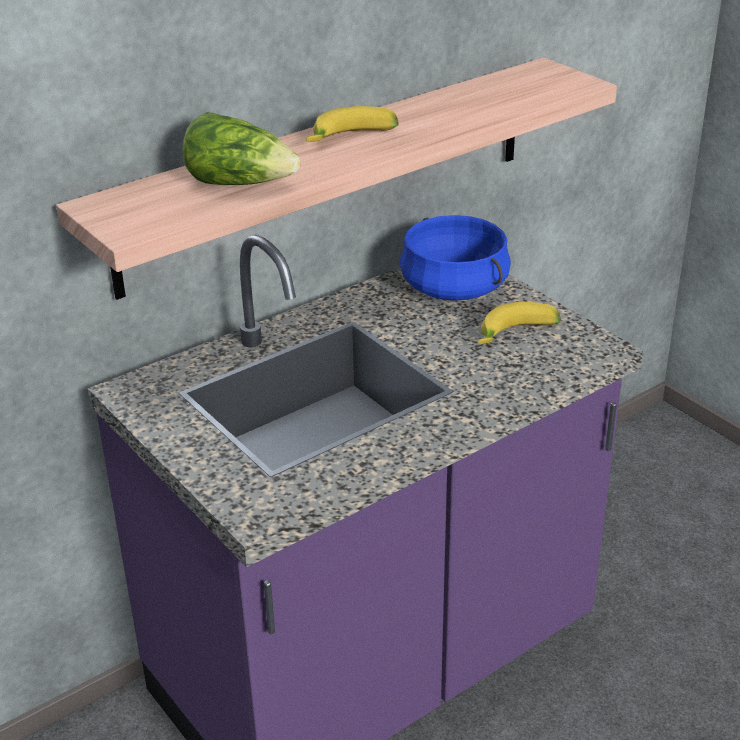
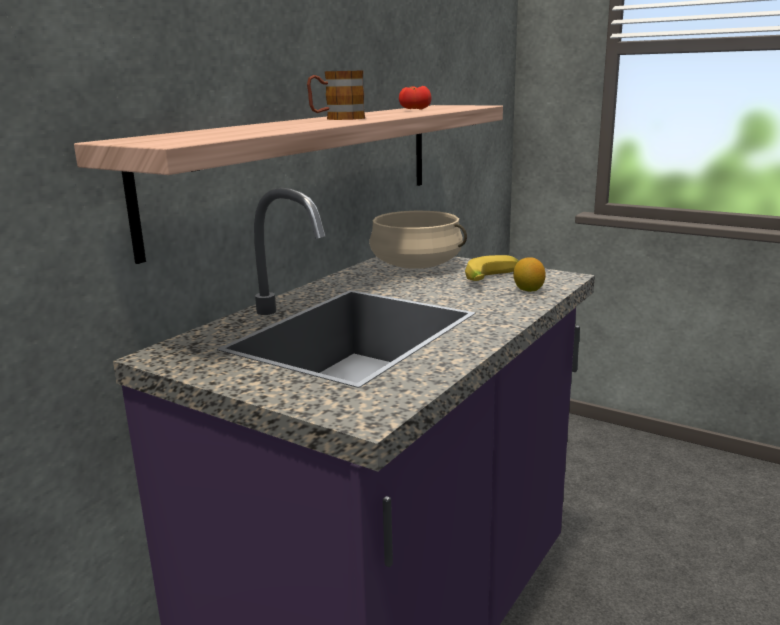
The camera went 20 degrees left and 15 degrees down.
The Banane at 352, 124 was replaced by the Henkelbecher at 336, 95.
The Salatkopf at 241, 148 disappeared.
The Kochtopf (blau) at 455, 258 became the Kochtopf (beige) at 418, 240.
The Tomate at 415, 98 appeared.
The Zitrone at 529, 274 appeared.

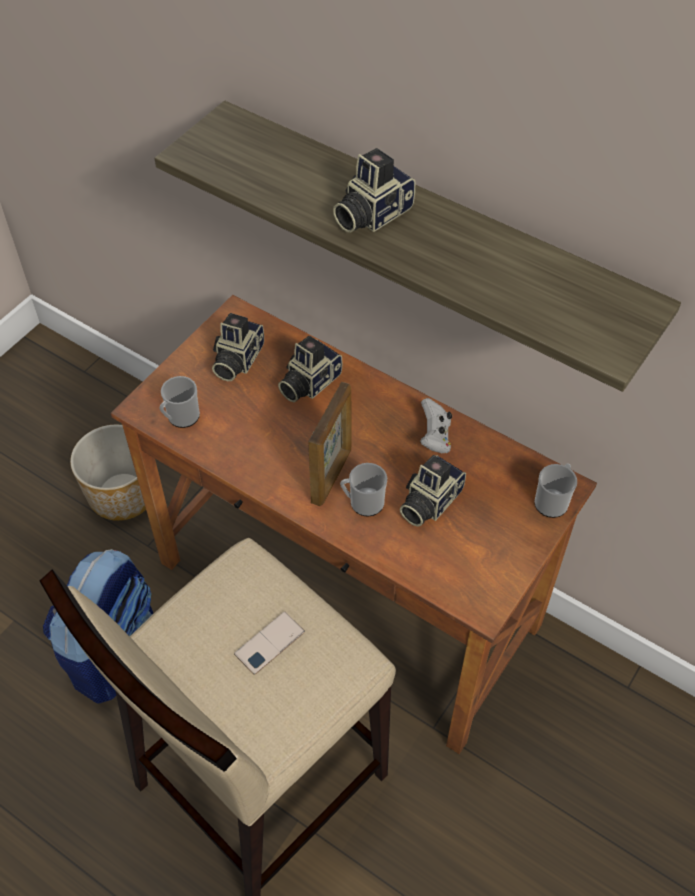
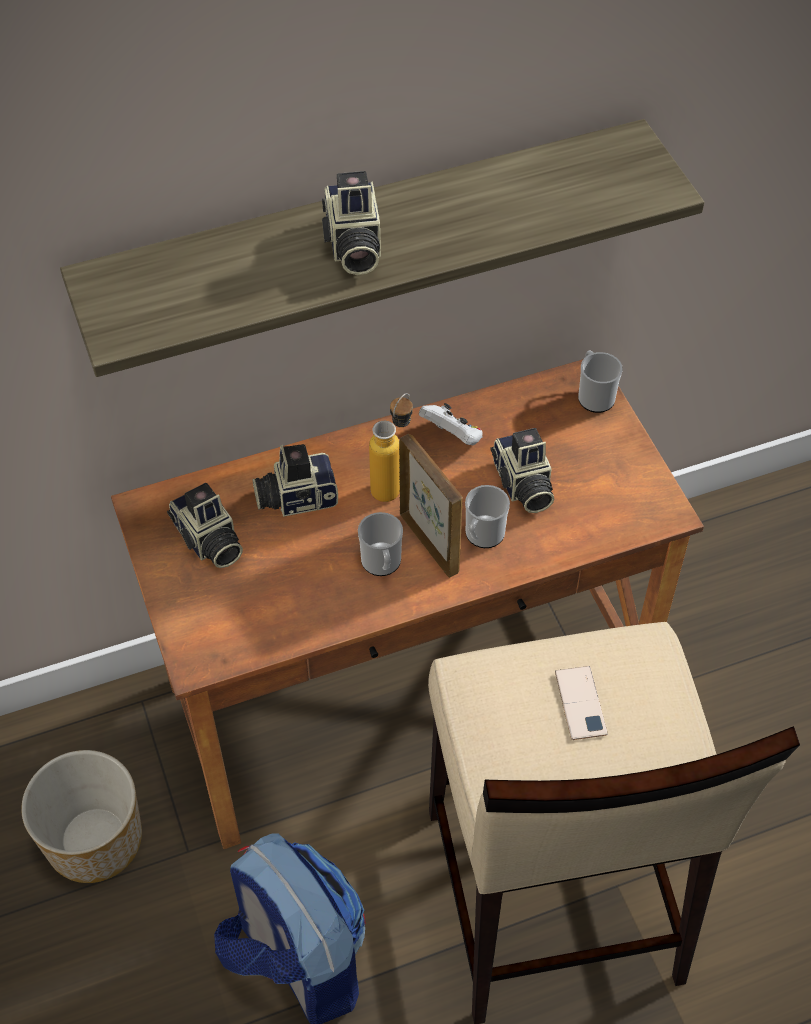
The camera went 55 degrees left and 0 degrees up.
The Kamera at 310, 369 turned 90 degrees clockwise.
The Henkelbecher moved from 179, 402 to 380, 544.
The Flasche at 391, 447 appeared.

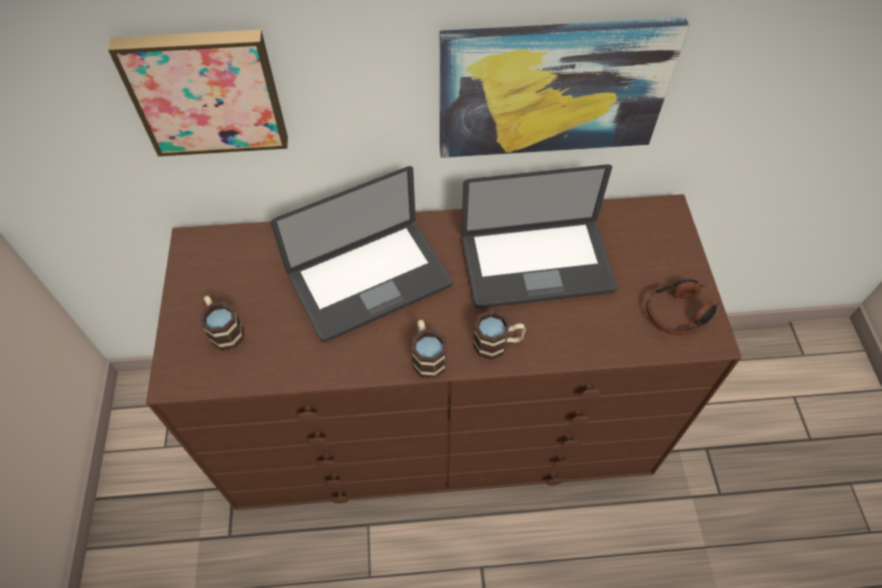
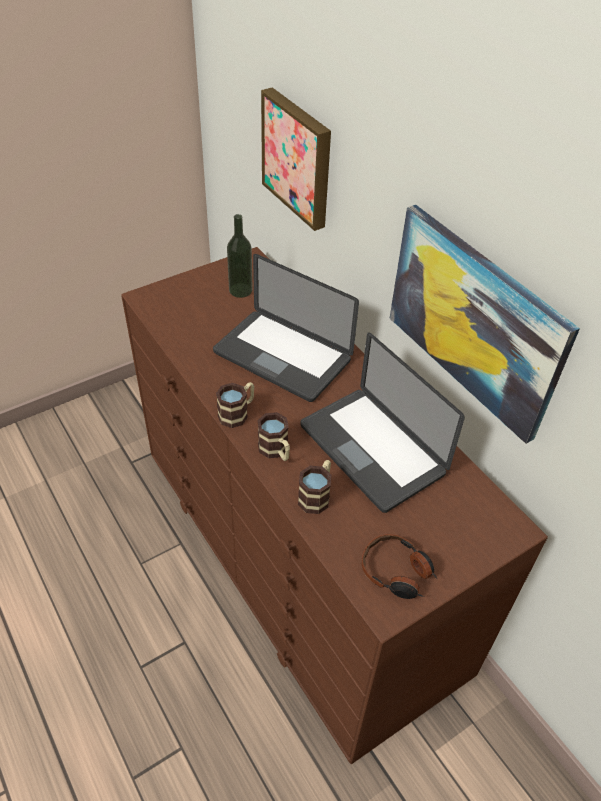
The camera went 60 degrees right and 10 degrees down.
The Henkelbecher moved from 222, 323 to 314, 487.
The Flasche at 240, 256 appeared.

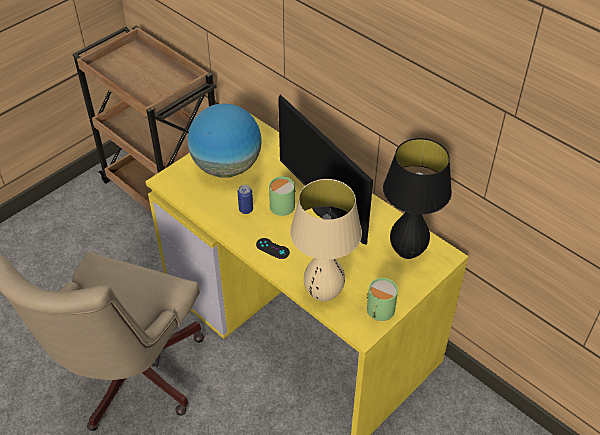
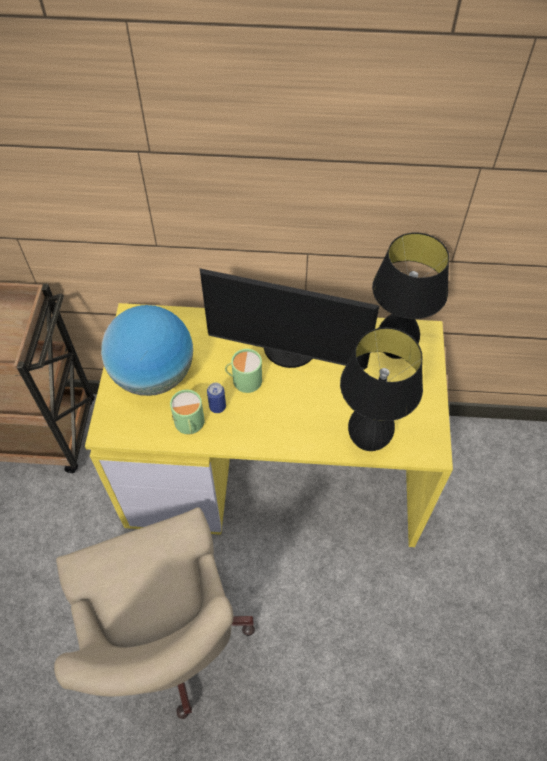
The camera went 40 degrees left and 10 degrees up.
The Tischlampe (beige) at 326, 240 became the Tischlampe (schwarz) at 381, 389.
The Gamepad (schwarz) at 273, 248 disappeared.
The Henkelbecher (grün) moved from 382, 299 to 187, 412.

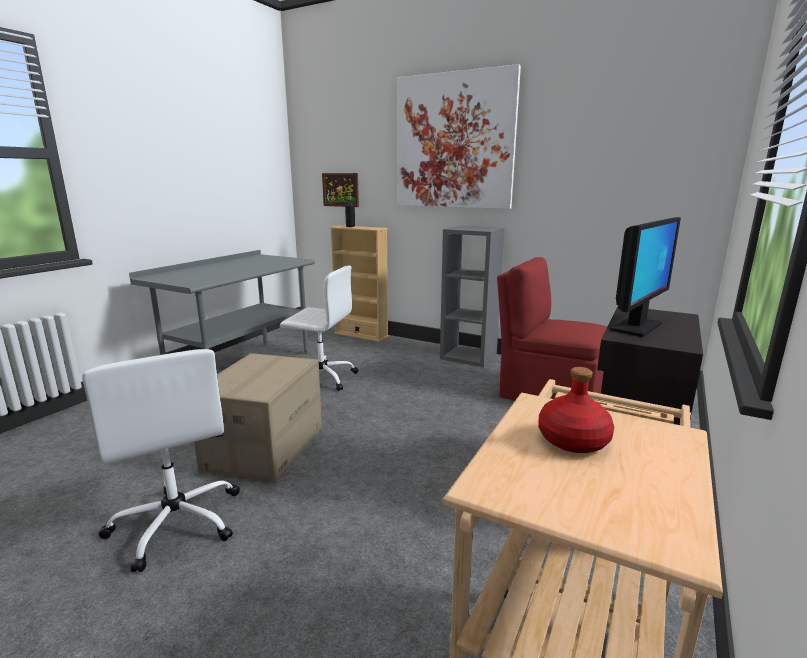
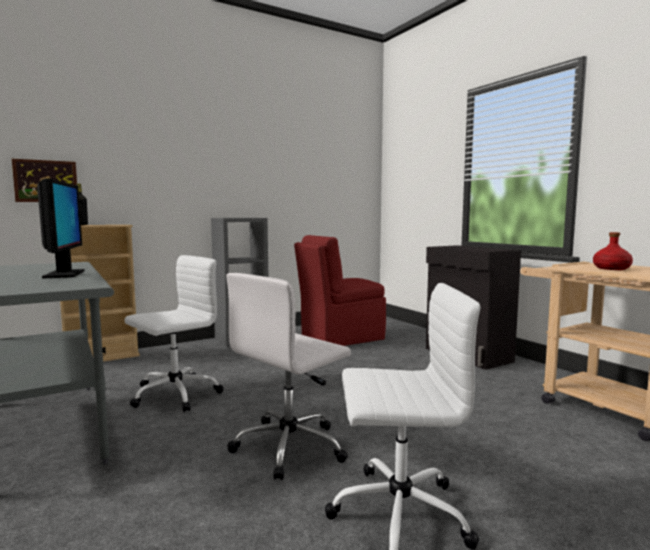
The camera went 60 degrees left and 10 degrees down.
The Bild at 459, 136 disappeared.
The Monitor moved from 645, 277 to 61, 228.
The Karton at 258, 418 was replaced by the Bürostuhl (weiß) at 288, 376.

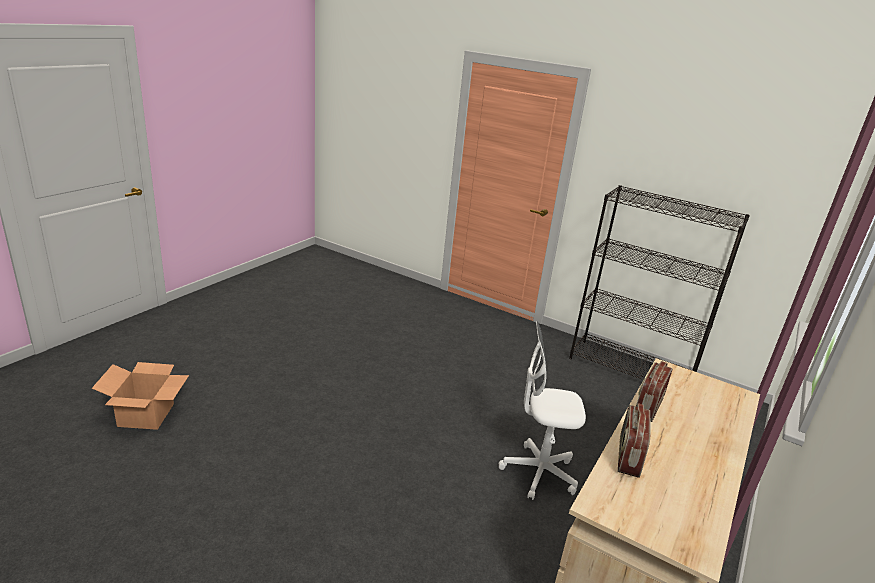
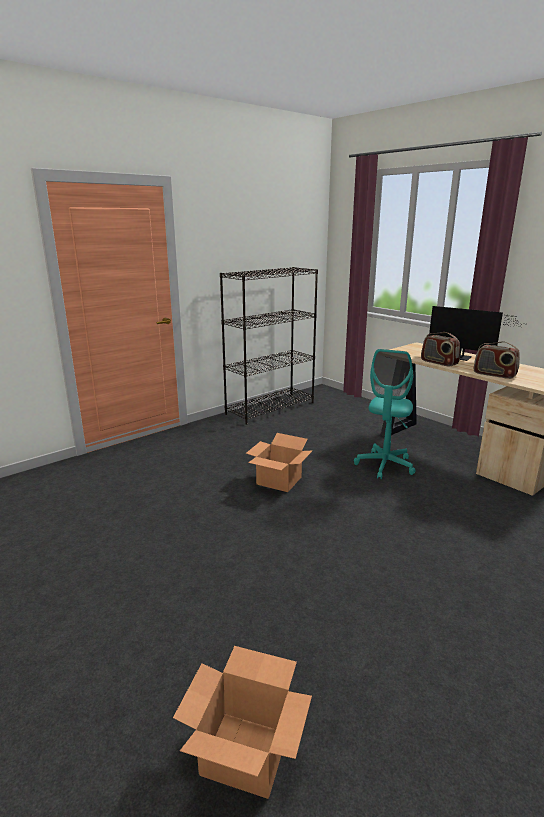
The camera went 70 degrees left and 5 degrees down.
The Bürostuhl (weiß) at 542, 410 became the Bürostuhl (türkis) at 384, 414.
The Monitor at 477, 333 appeared.
The Karton at 279, 462 appeared.

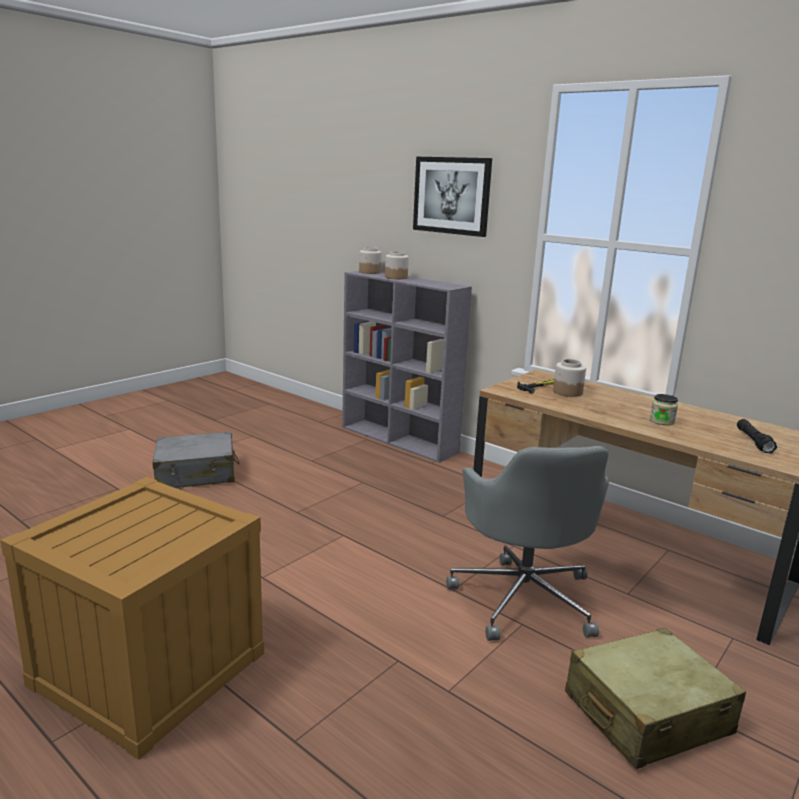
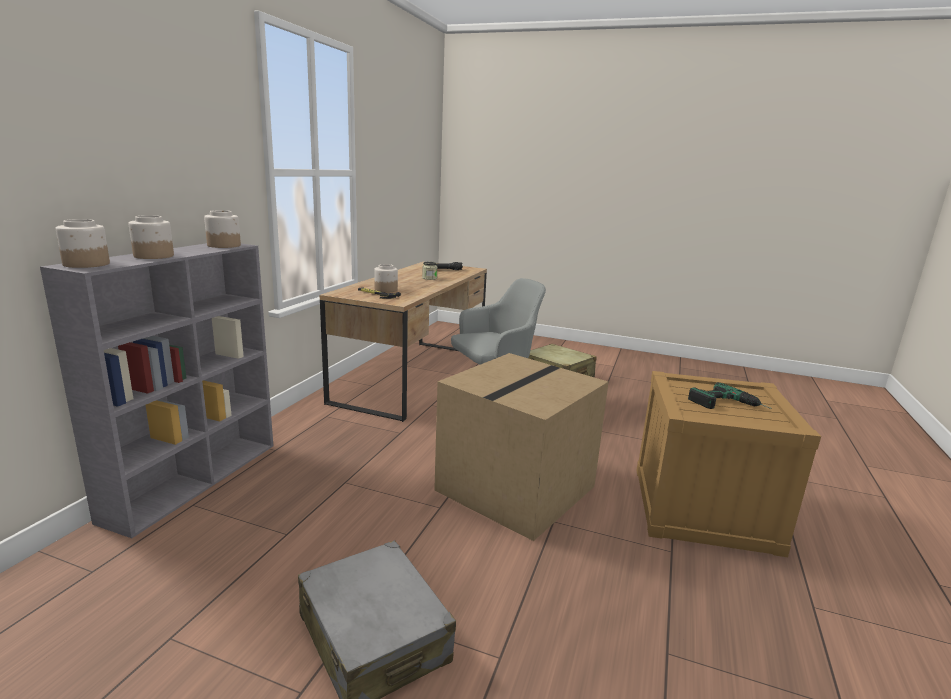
The camera went 110 degrees left and 0 degrees up.
The Bild at 452, 197 disappeared.
The Vorratsglas at 222, 229 appeared.
The Karton at 521, 447 appeared.
The Bohrmaschine at 730, 395 appeared.

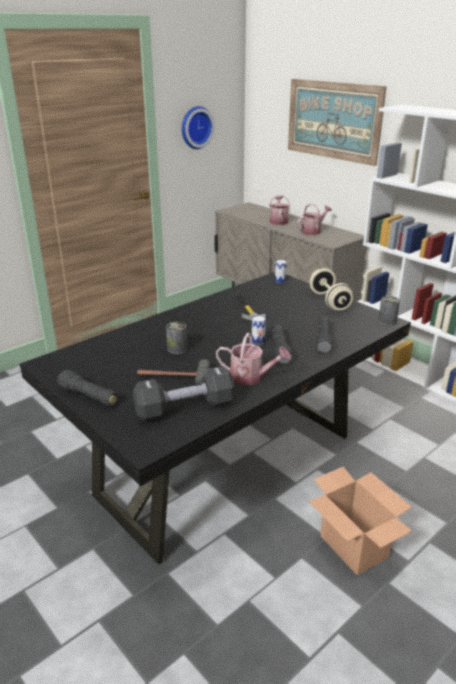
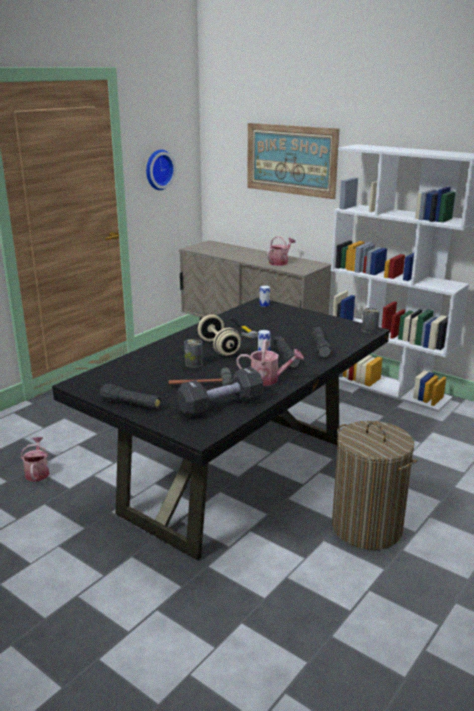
The camera went 10 degrees left and 5 degrees down.
The Gießkanne moved from 279, 210 to 35, 459.
The Hantel (beige) moved from 331, 289 to 219, 335.
The Karton at 360, 521 was replaced by the Wäschekorb at 375, 485.

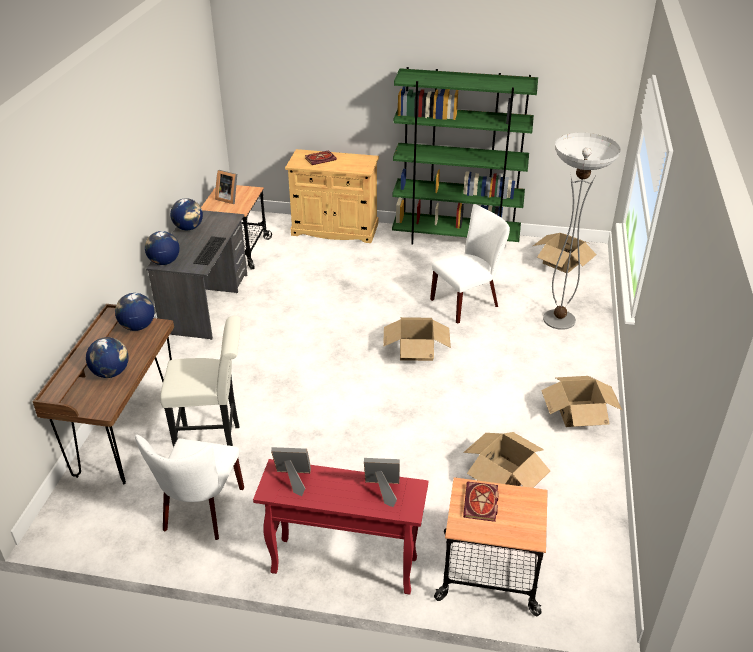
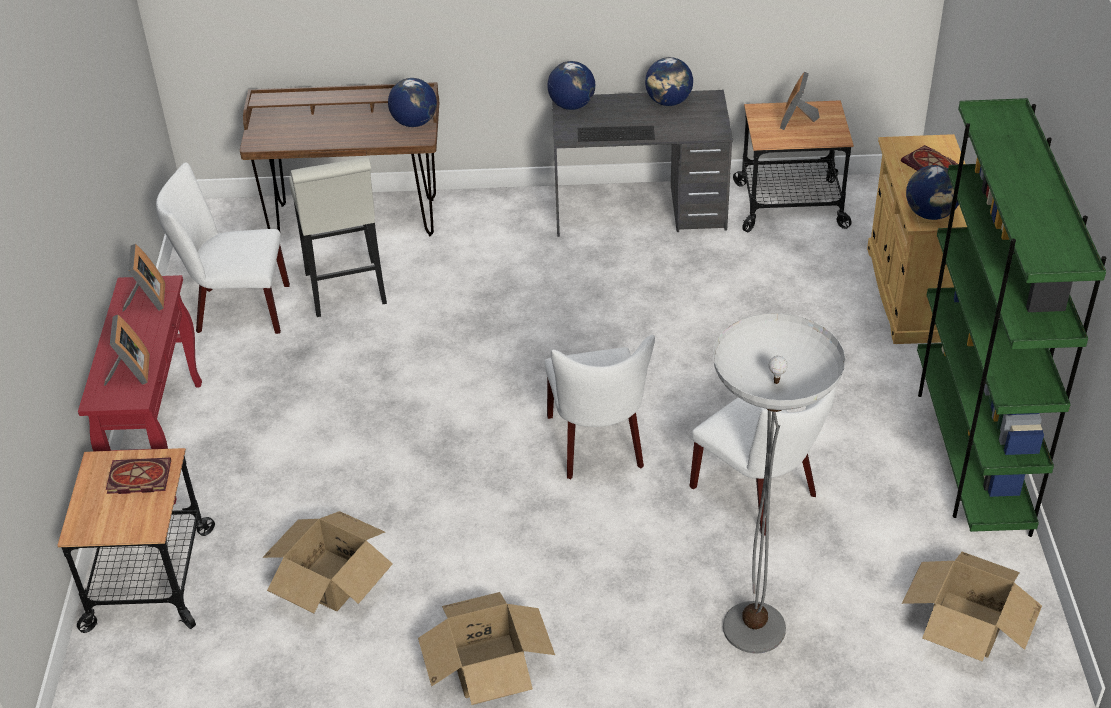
The camera went 80 degrees right and 5 degrees up.
The Karton at 417, 339 was replaced by the Stuhl (weiß) at 599, 407.
The Globus moved from 107, 357 to 932, 192.

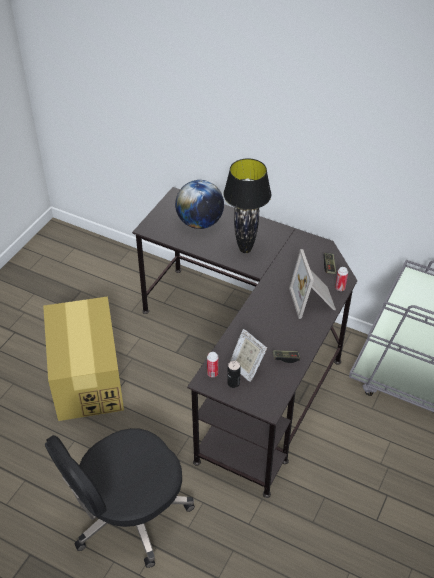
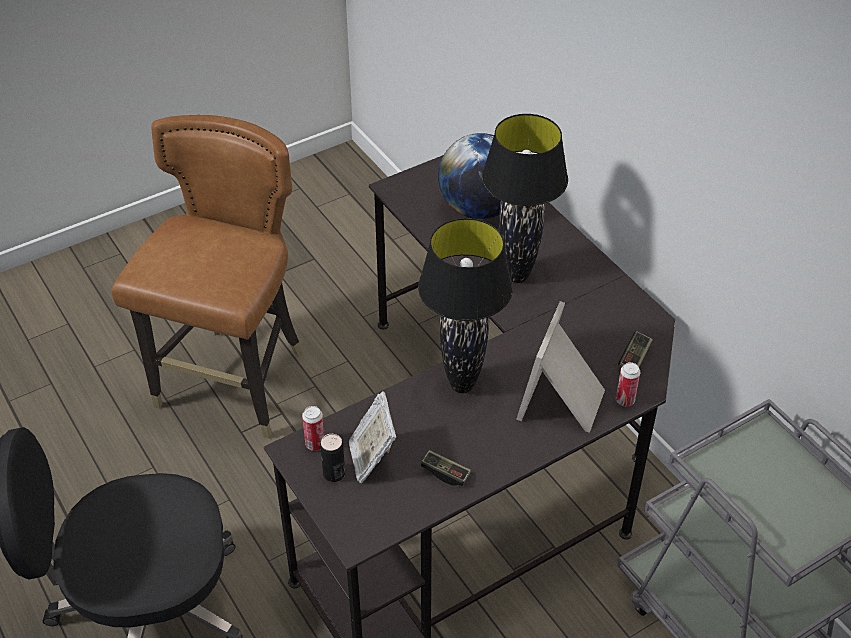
The camera went 30 degrees right and 0 degrees up.
The Karton at 83, 358 was replaced by the Stuhl (braun) at 207, 277.
The Tischlampe (schwarz) at 465, 305 appeared.

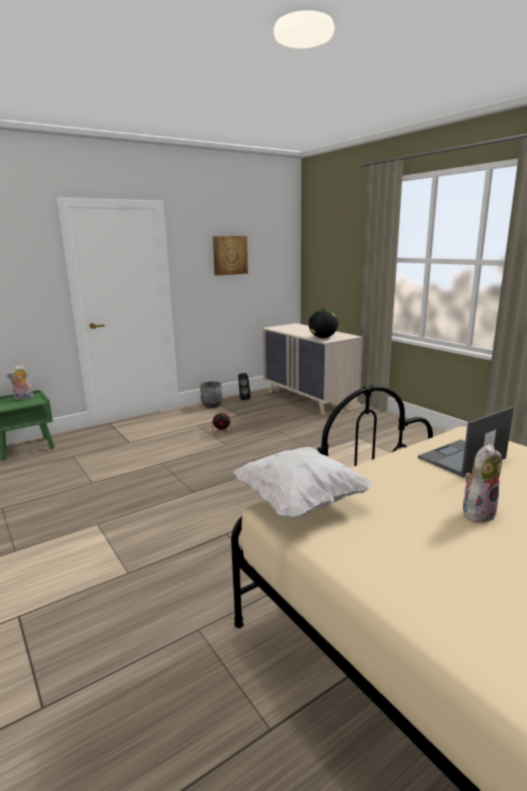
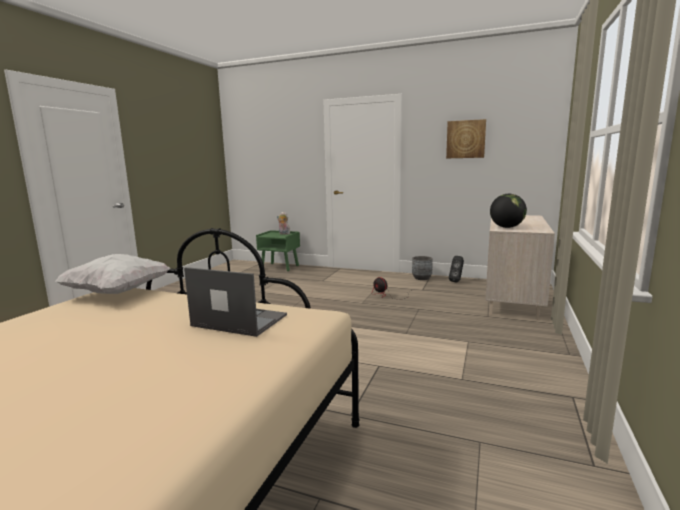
The camera went 55 degrees right and 5 degrees down.
The Plüschtier at 482, 483 disappeared.

